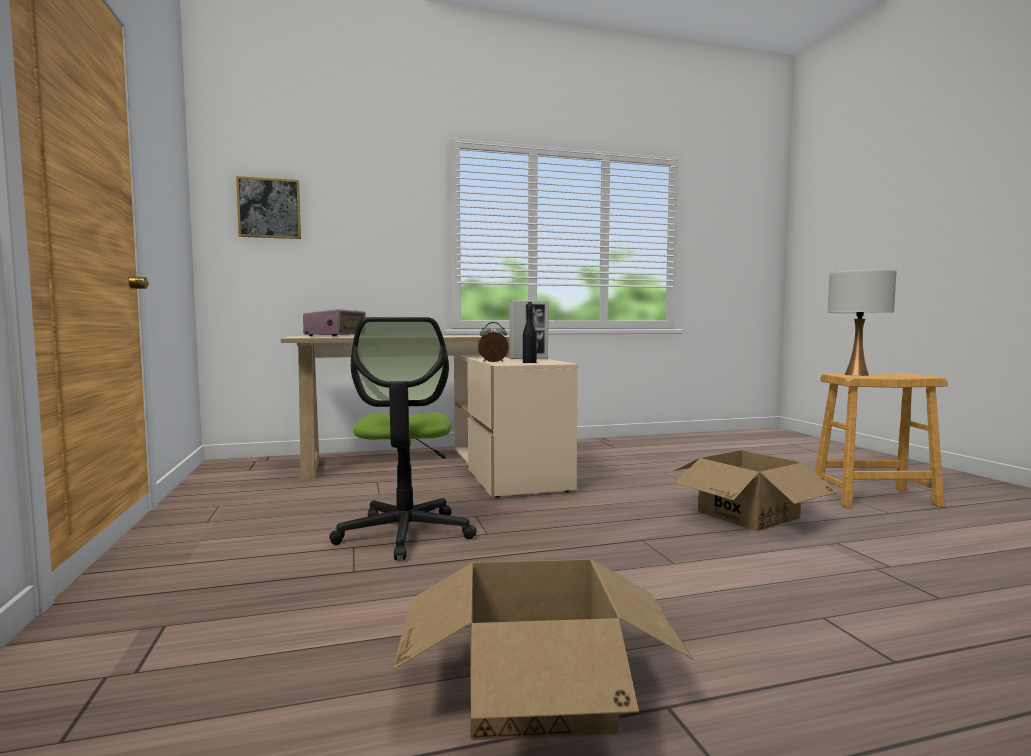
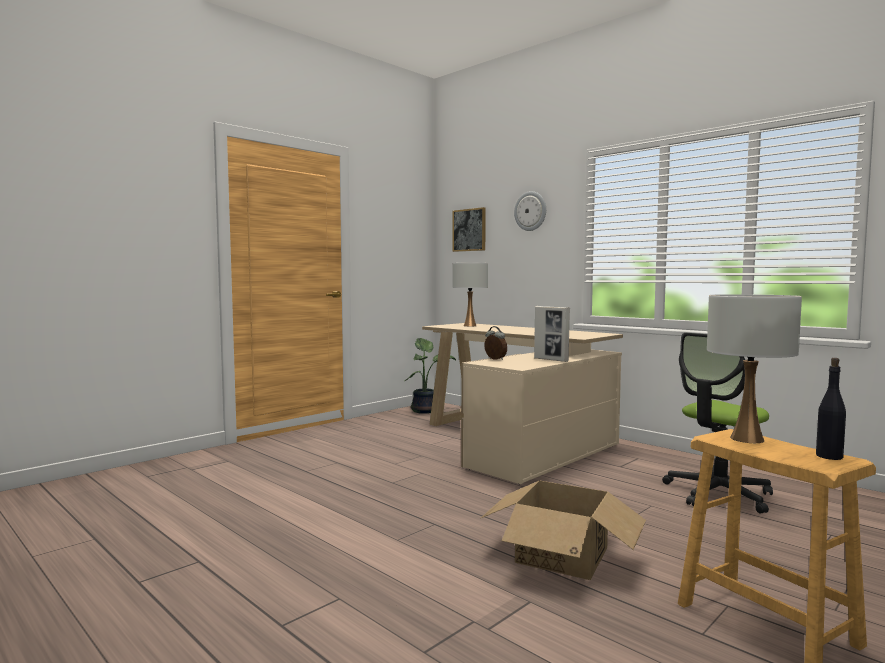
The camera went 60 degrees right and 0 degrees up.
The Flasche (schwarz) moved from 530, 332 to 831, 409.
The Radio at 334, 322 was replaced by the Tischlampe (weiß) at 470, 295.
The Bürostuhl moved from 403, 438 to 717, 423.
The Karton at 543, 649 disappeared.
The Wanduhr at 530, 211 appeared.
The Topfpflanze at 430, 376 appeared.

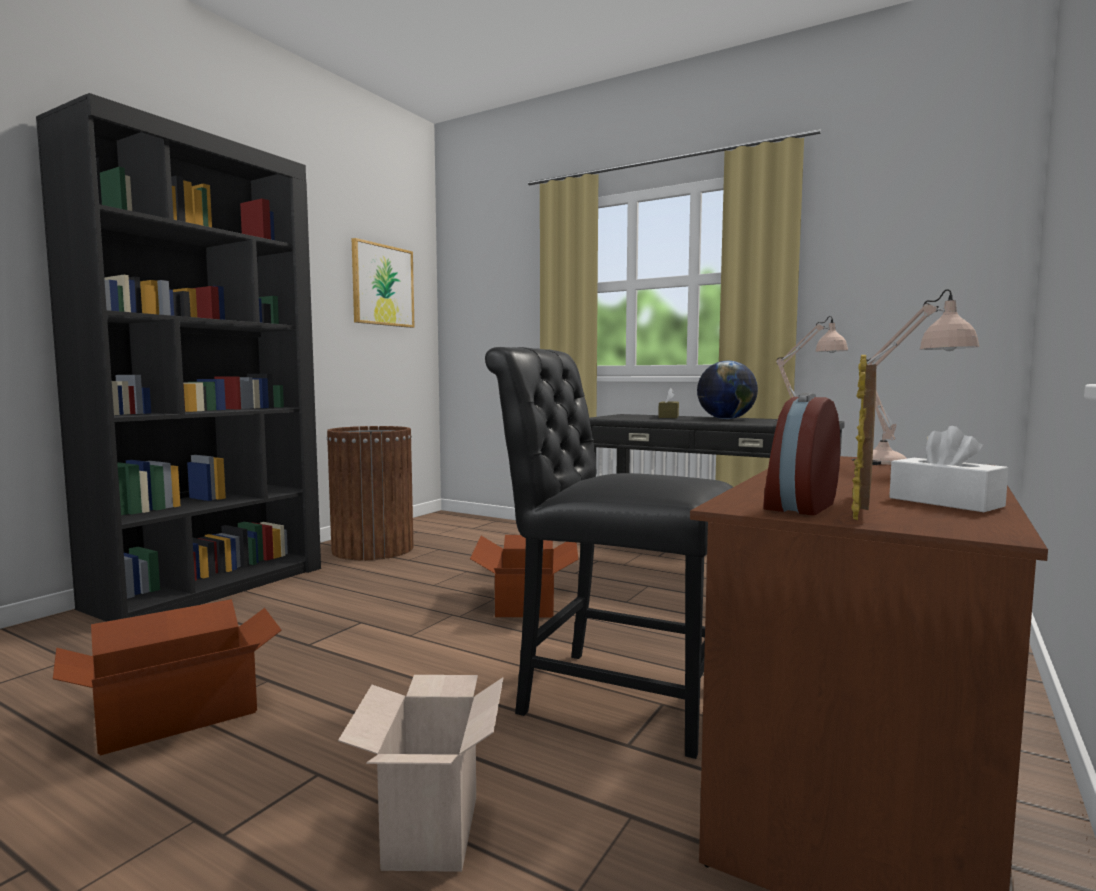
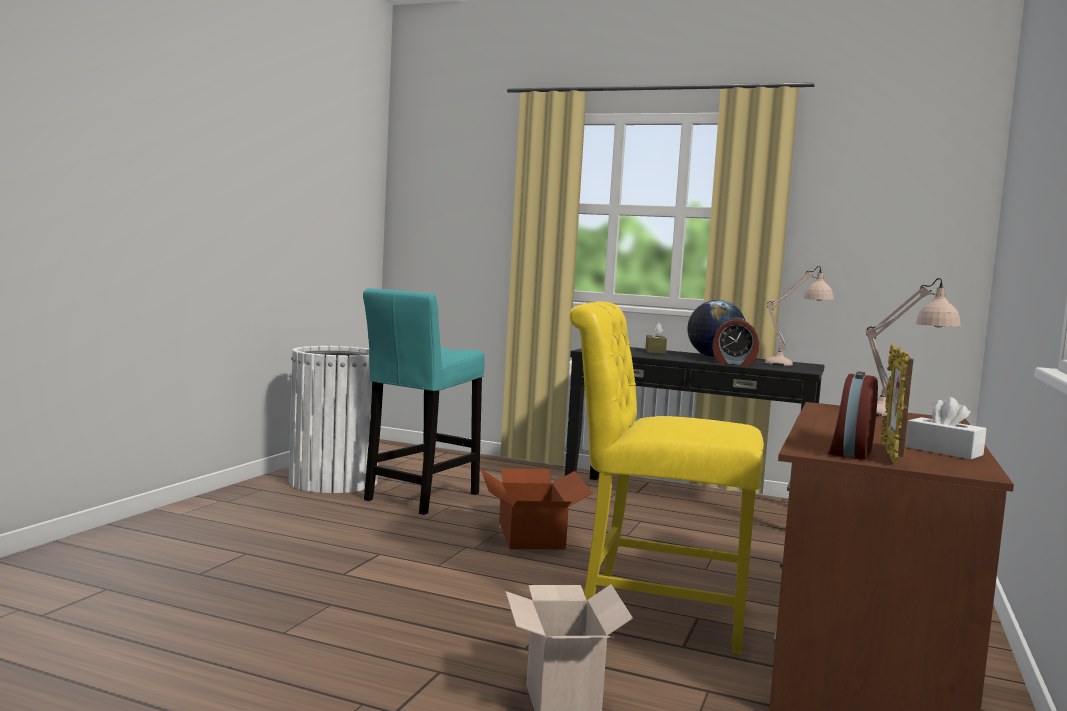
The camera went 10 degrees left and 0 degrees up.
The Bücherregal (schwarz) at 178, 357 disappeared.
The Bild at 383, 283 disappeared.
The Stuhl (schwarz) at 609, 553 became the Stuhl (gelb) at 666, 478.
The Mülleimer (braun) at 370, 493 became the Mülleimer (weiß) at 334, 419.
The Karton at 167, 677 disappeared.
The Hocker (türkis) at 424, 401 appeared.
The Wecker at 735, 342 appeared.

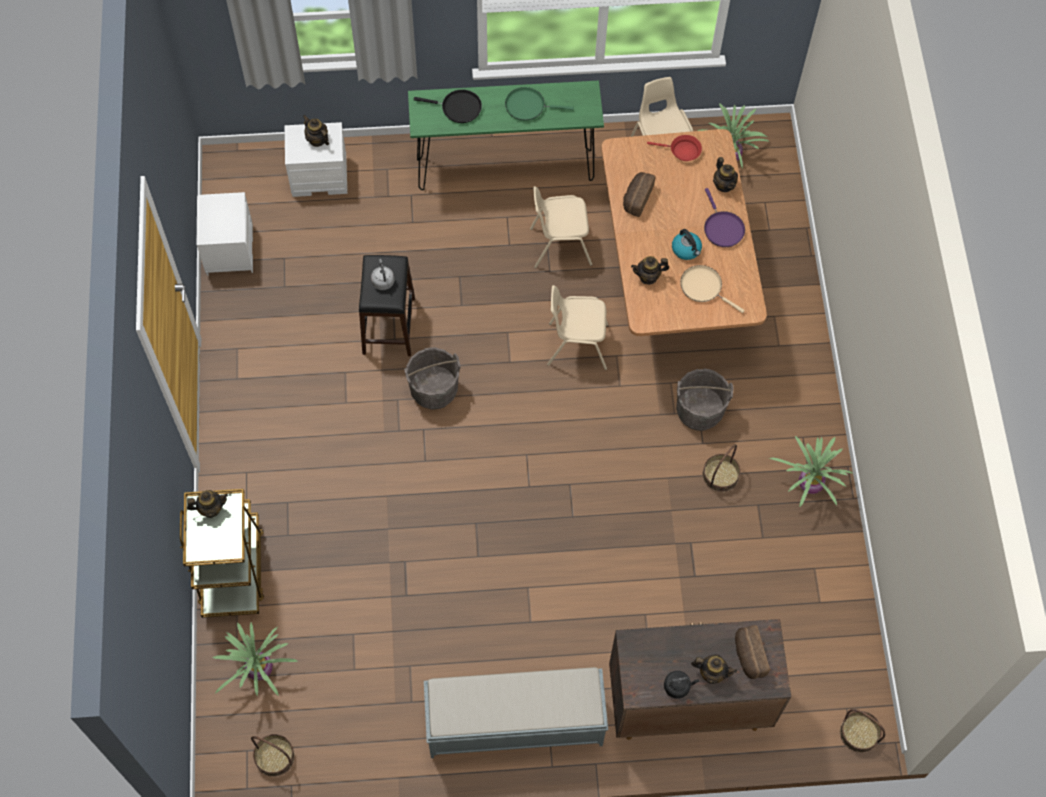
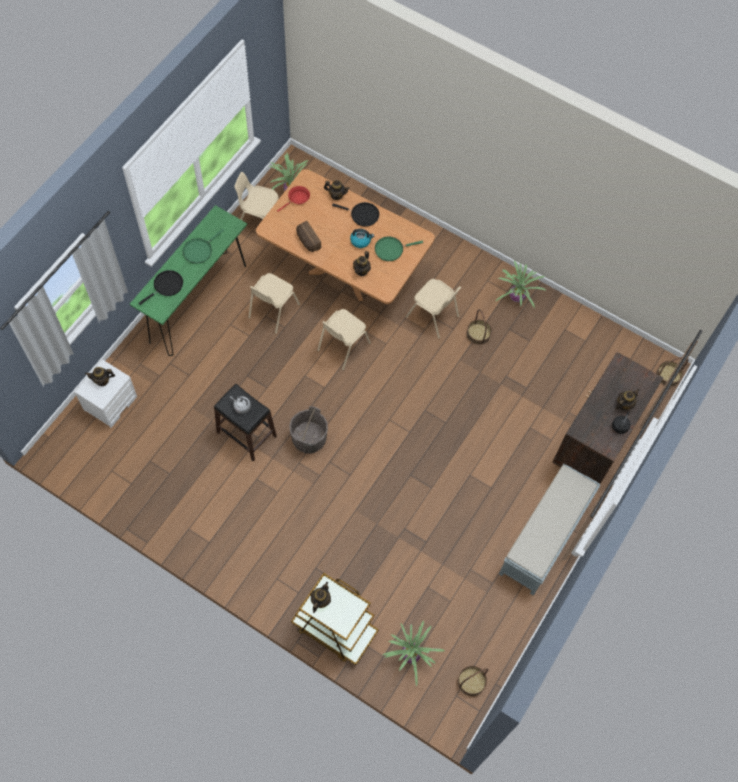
The camera went 55 degrees left and 0 degrees up.
The Pfanne (lila) at 724, 217 became the Pfanne (schwarz) at 355, 214.
The Nachttisch (weiß) at 225, 234 disappeared.
The Pfanne (beige) at 712, 289 became the Pfanne (grün) at 399, 249.
The Eimer (grau) at 705, 400 was replaced by the Stuhl (beige) at 433, 309.
The Brot at 752, 652 disappeared.

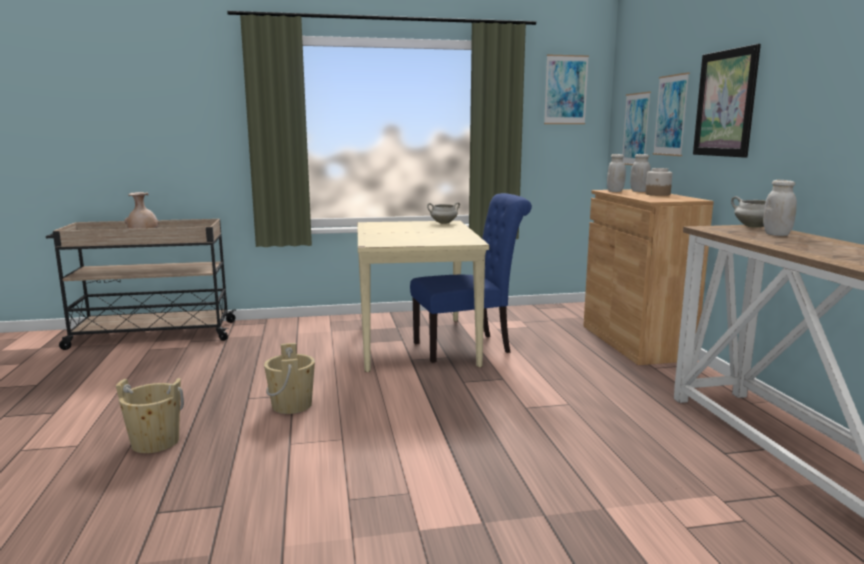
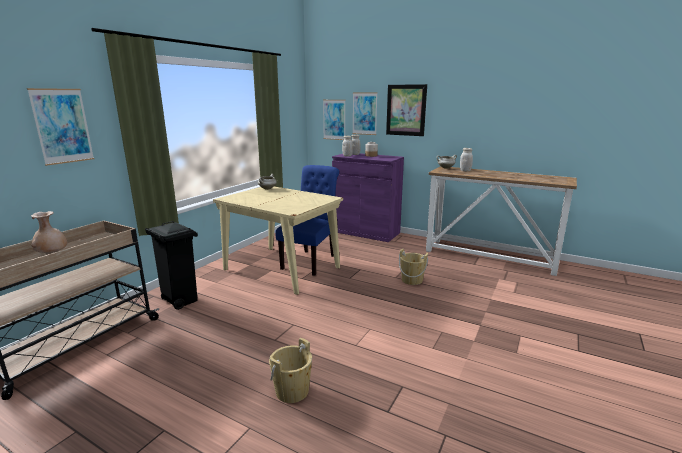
The camera went 50 degrees left and 5 degrees up.
The Bild moved from 566, 89 to 60, 127.
The Schrank (braun) at 648, 277 became the Schrank (lila) at 368, 197.
The Eimer (beige) moved from 289, 378 to 413, 267.
The Mülleimer (schwarz) at 171, 265 appeared.

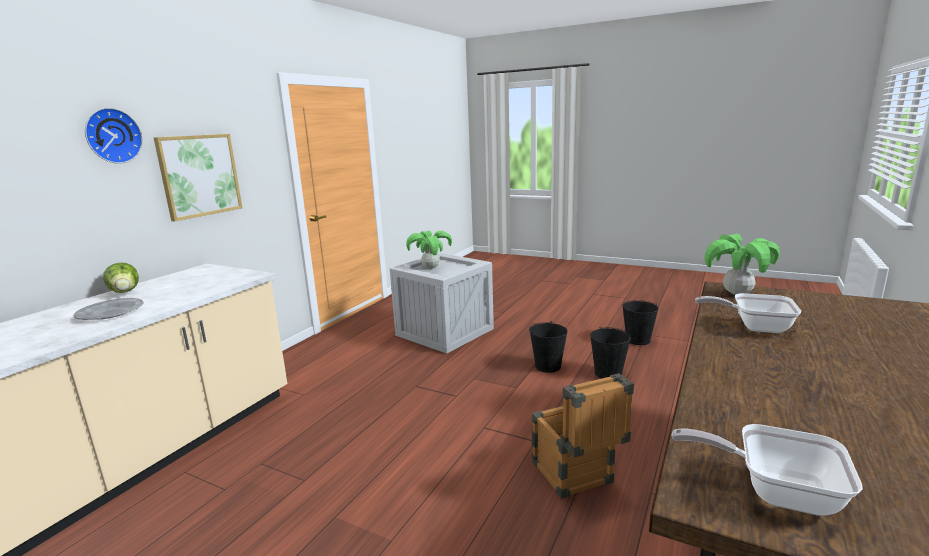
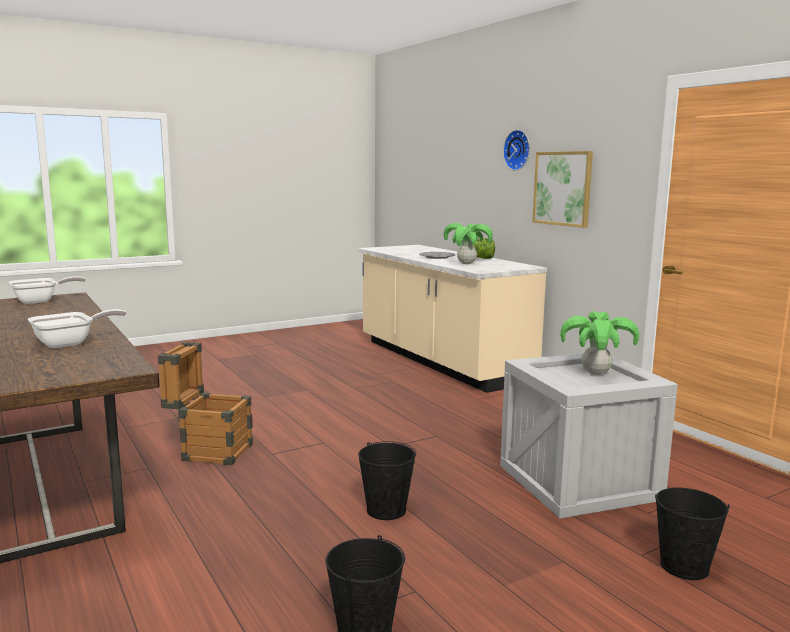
The camera went 120 degrees right and 5 degrees down.
The Topfpflanze moved from 742, 264 to 468, 243.
The Eimer (schwarz) moved from 610, 352 to 692, 534.

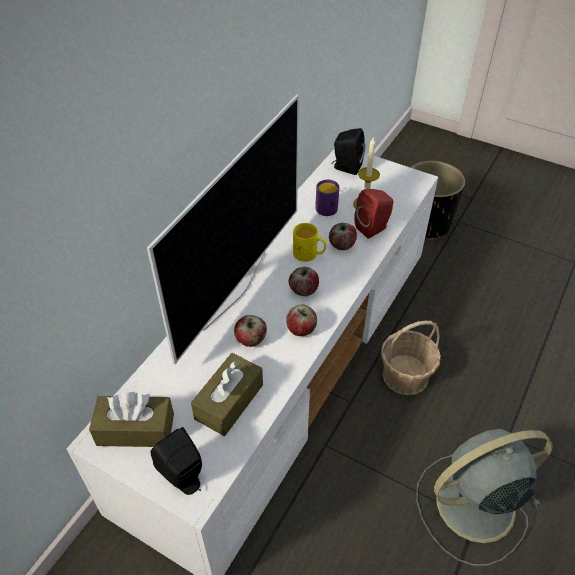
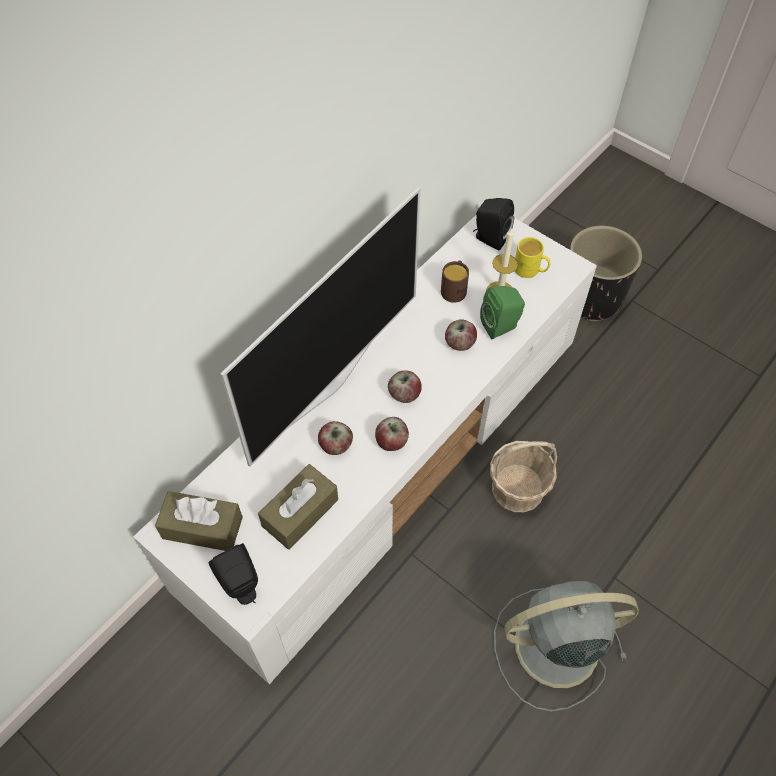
The camera went 10 degrees right and 10 degrees up.
The Henkelbecher (lila) at 327, 197 became the Henkelbecher (braun) at 455, 281.
The Lautsprecher (rot) at 374, 214 became the Lautsprecher (grün) at 502, 312.
The Henkelbecher (gelb) moved from 309, 242 to 533, 257.

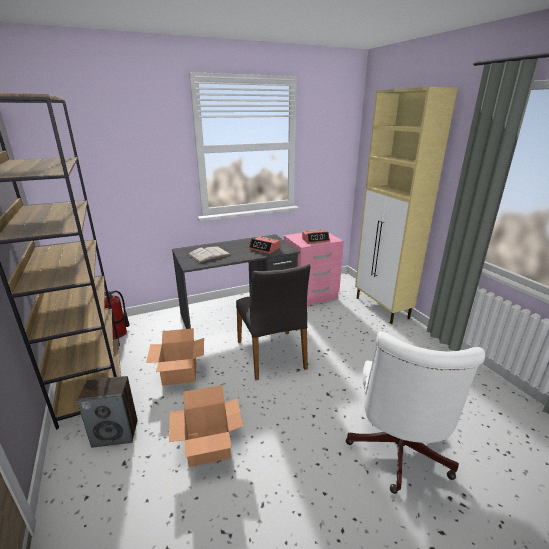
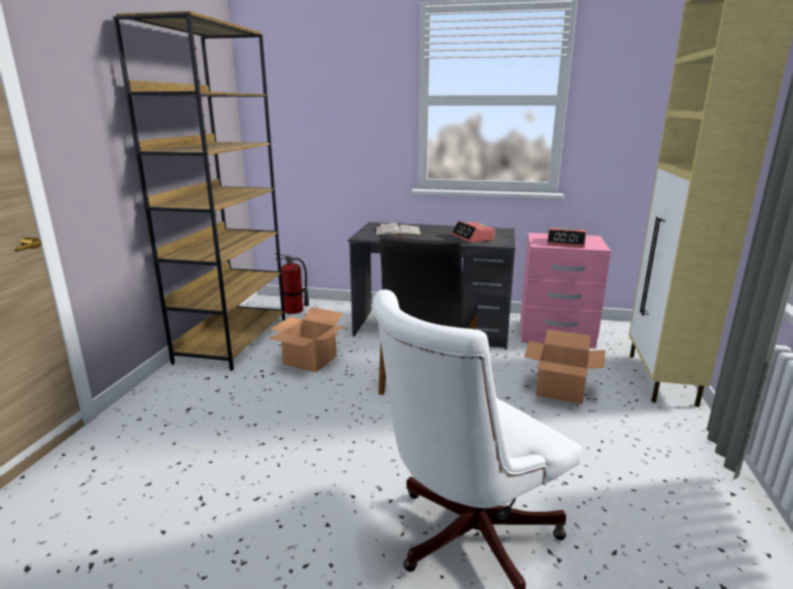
The camera went 35 degrees right and 5 degrees down.
The Lautsprecher at 107, 412 disappeared.
The Karton moved from 206, 426 to 564, 366.

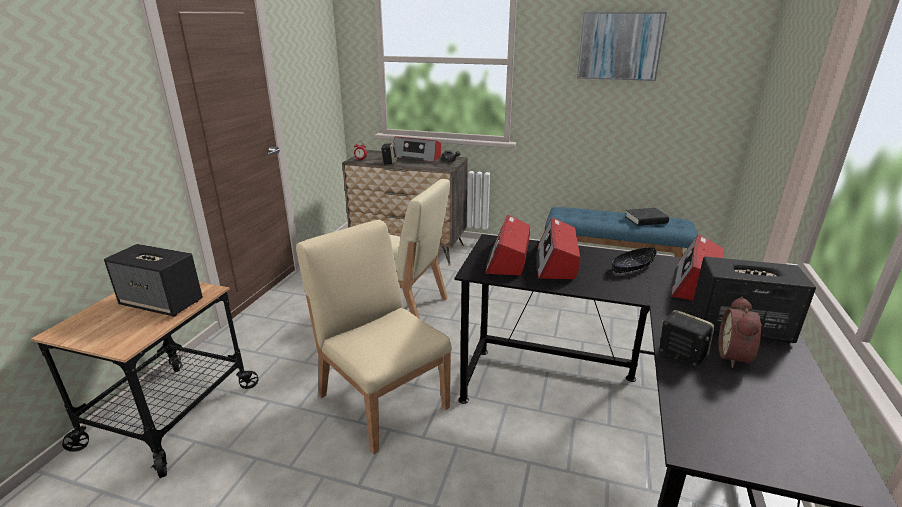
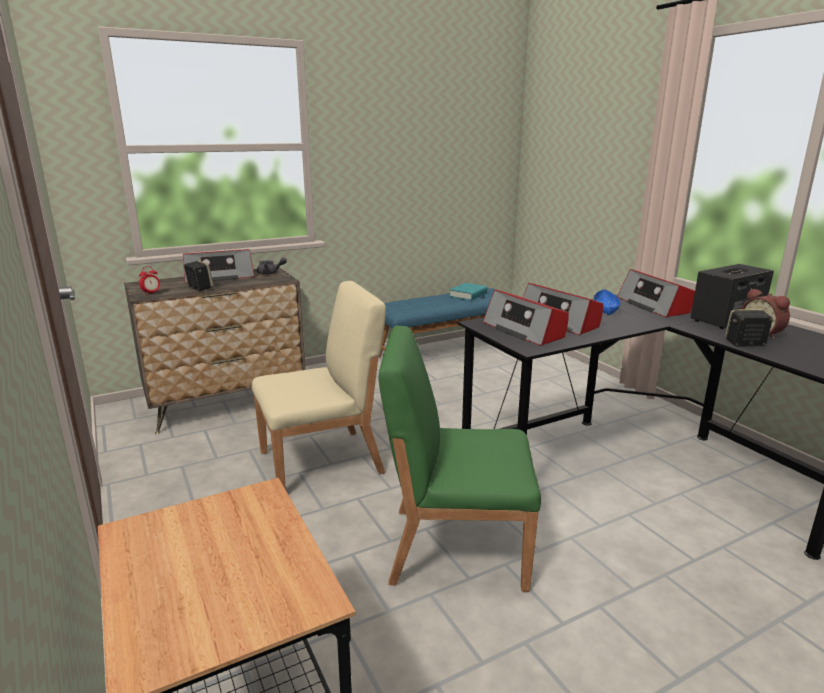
The camera went 45 degrees left and 5 degrees down.
The Bild at 622, 46 disappeared.
The Buch (schwarz) at 647, 217 became the Buch (türkis) at 468, 292.
The Stuhl (beige) at 374, 337 became the Stuhl (grün) at 460, 459.
The Lautsprecher at 153, 280 disappeared.
The Schüssel (schwarz) at 634, 260 became the Schüssel (blau) at 607, 302.

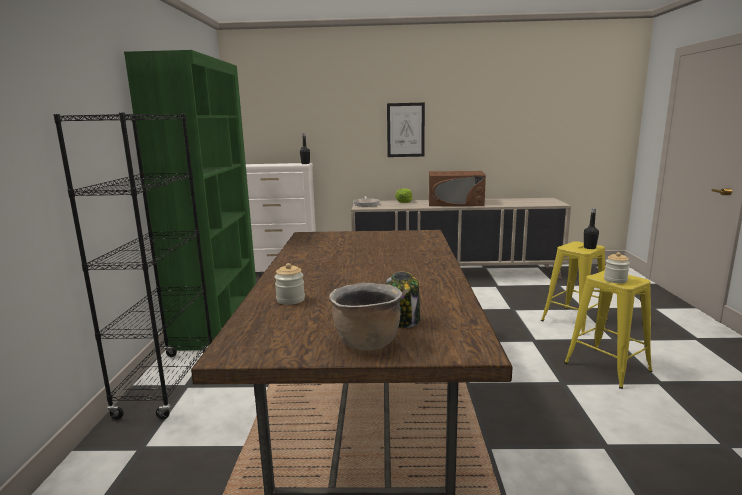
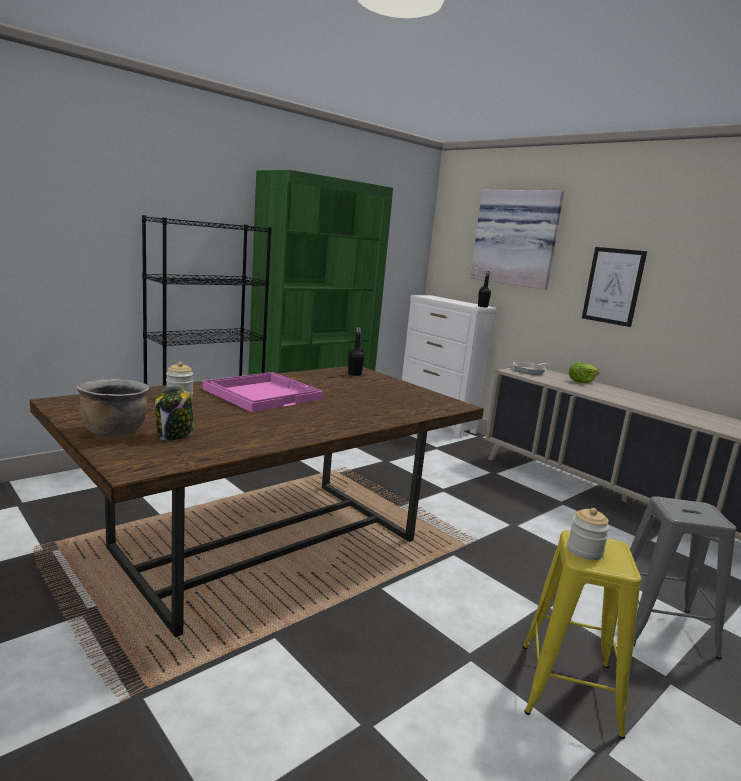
The camera went 45 degrees right and 0 degrees up.
The Mikrowelle (braun) at 457, 188 disappeared.
The Flasche (schwarz) moved from 591, 228 to 356, 351.
The Hocker (gelb) at 574, 288 became the Hocker (grau) at 683, 577.
The Bild at 517, 240 appeared.
The Tablett (rosa) at 263, 392 appeared.

